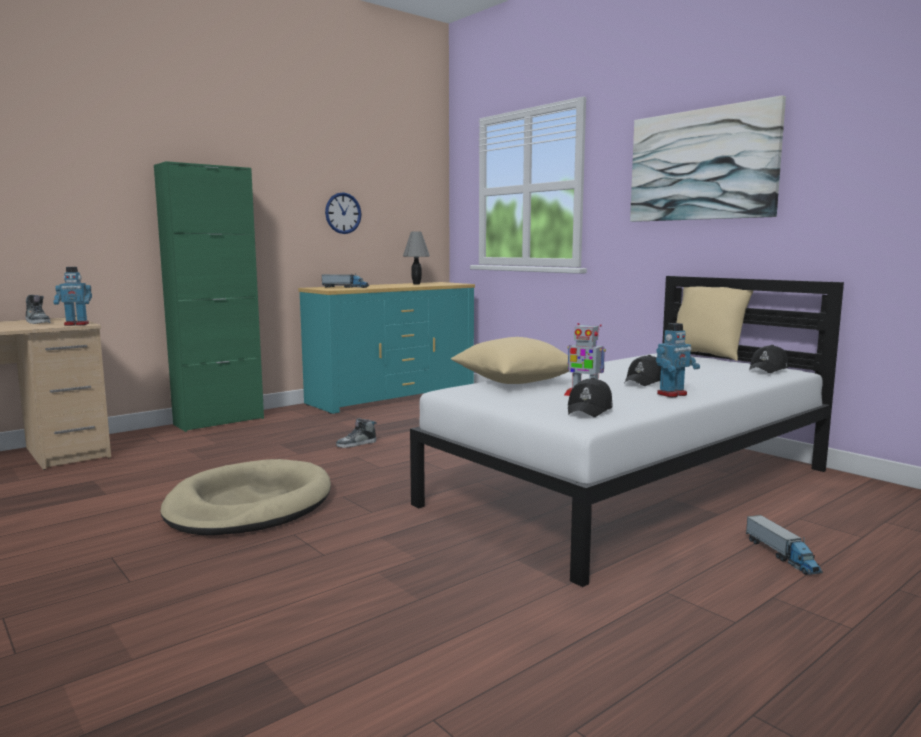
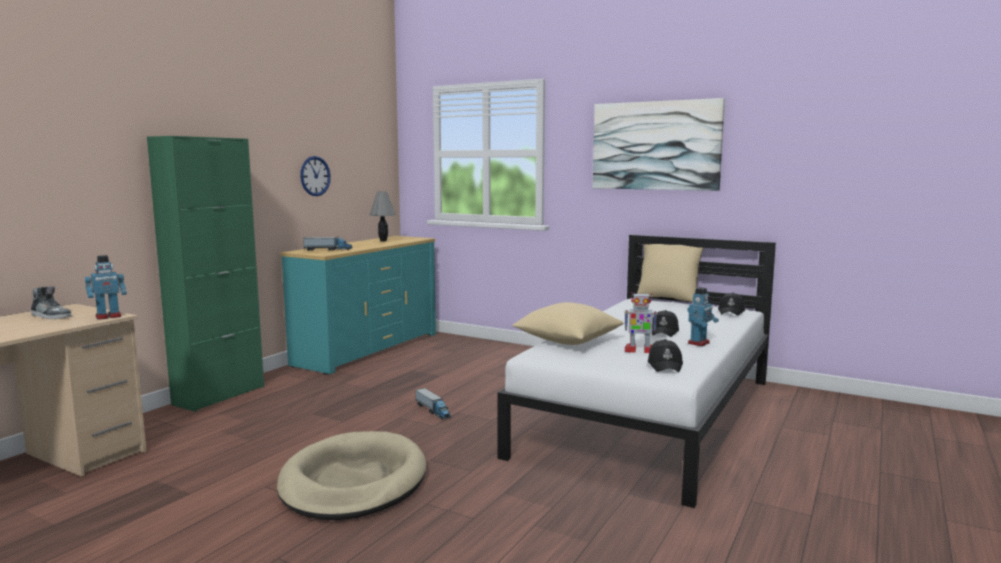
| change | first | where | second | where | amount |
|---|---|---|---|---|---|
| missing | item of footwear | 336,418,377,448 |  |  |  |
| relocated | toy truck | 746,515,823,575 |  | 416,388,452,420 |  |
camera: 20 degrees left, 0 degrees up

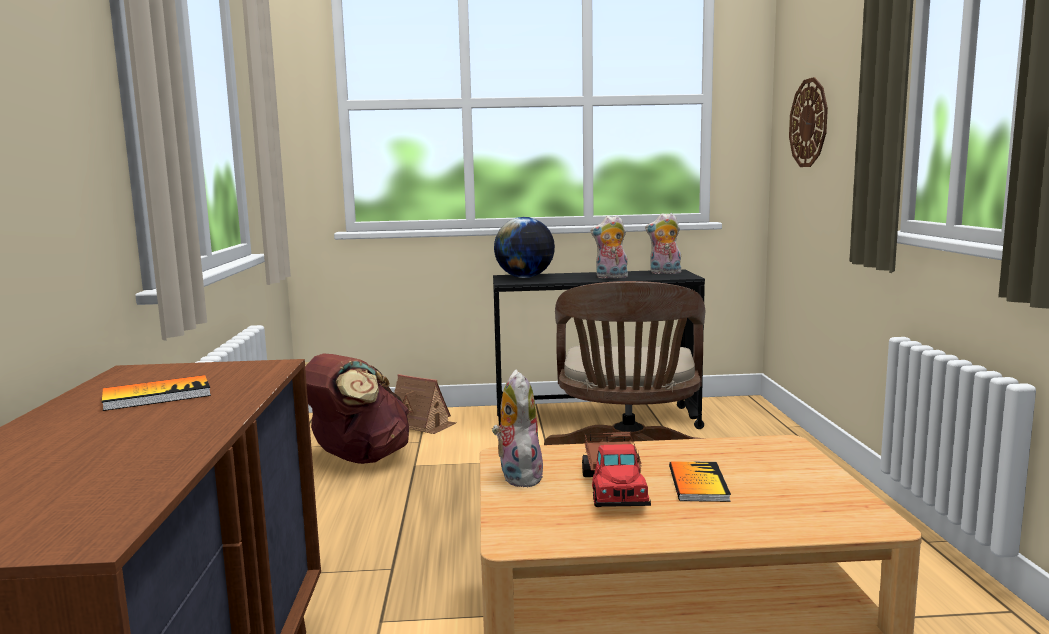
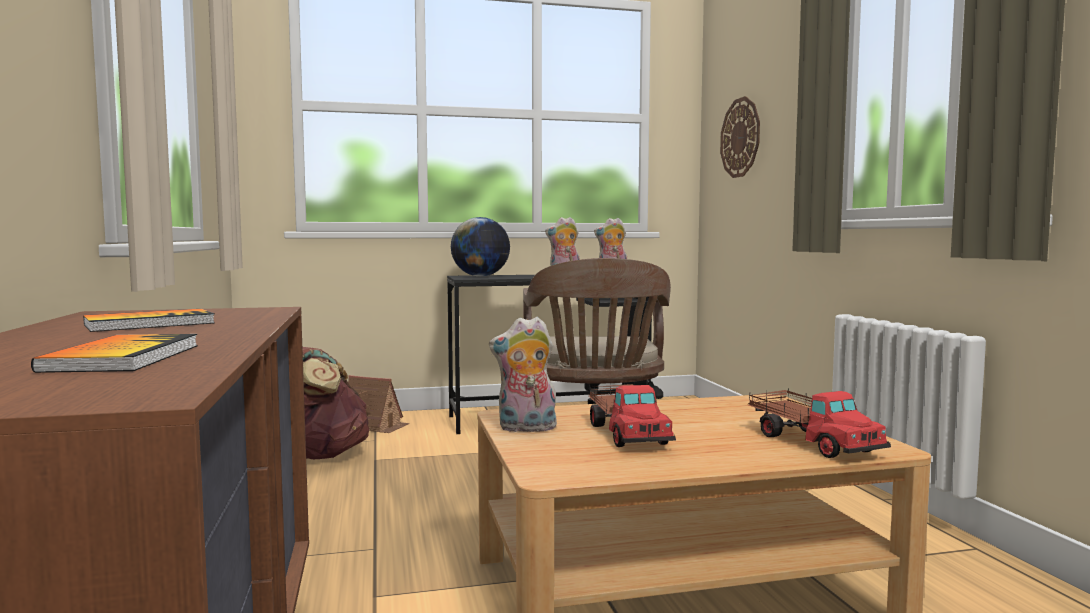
| change | first | where | second | where | amount |
|---|---|---|---|---|---|
| appeared |  |  | toy truck | 748,388,891,458 |  |
| relocated | bound book | 669,461,731,502 |  | 31,334,198,373 |  |
| spun | soft toy | 492,369,543,487 |  | 489,317,557,432 | 75 degrees counterclockwise |
camera: 10 degrees left, 5 degrees down

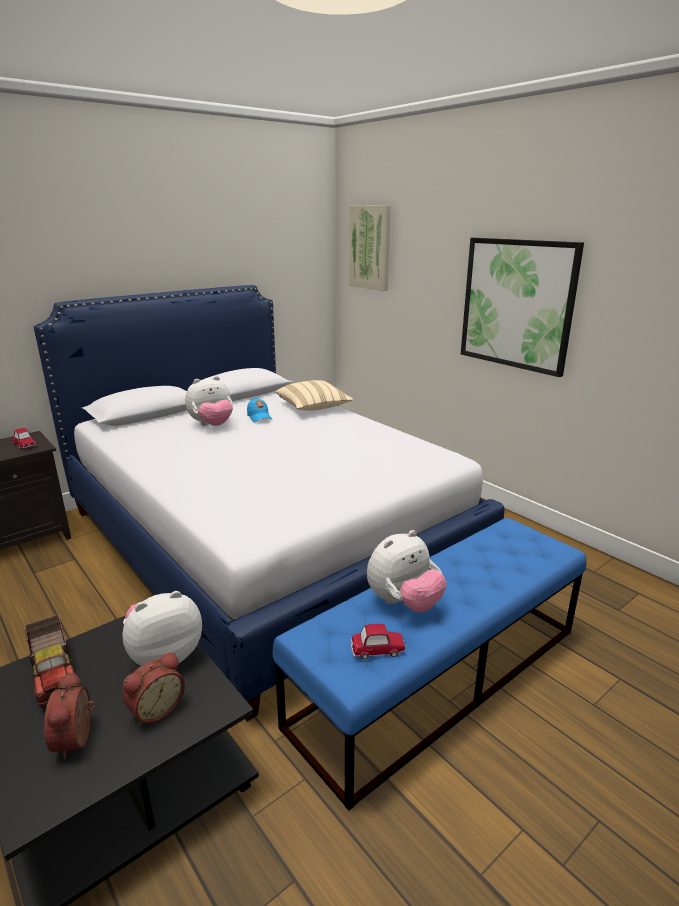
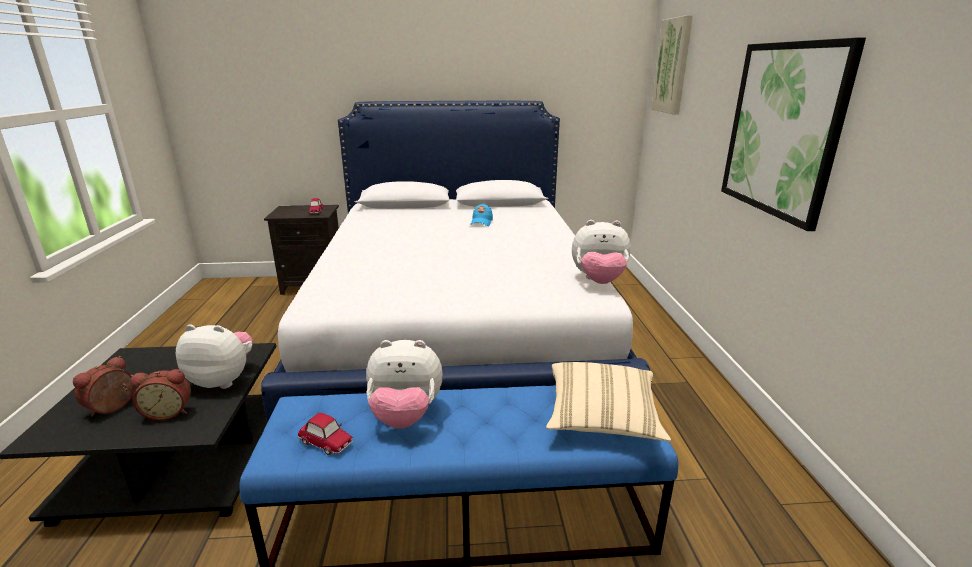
| change | first | where | second | where | amount |
|---|---|---|---|---|---|
| missing | toy truck | 24,615,78,707 |  |  |  |
| relocated | soft toy | 185,376,233,426 |  | 572,220,631,284 |  |
| relocated | beige throw pillow | 275,380,354,411 |  | 546,362,671,442 |  |
camera: 35 degrees right, 0 degrees up

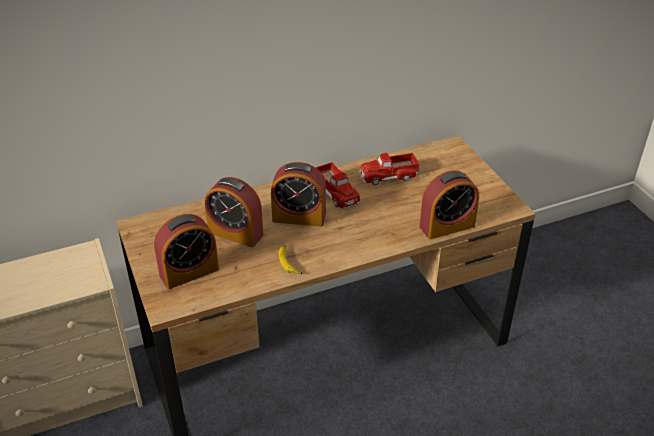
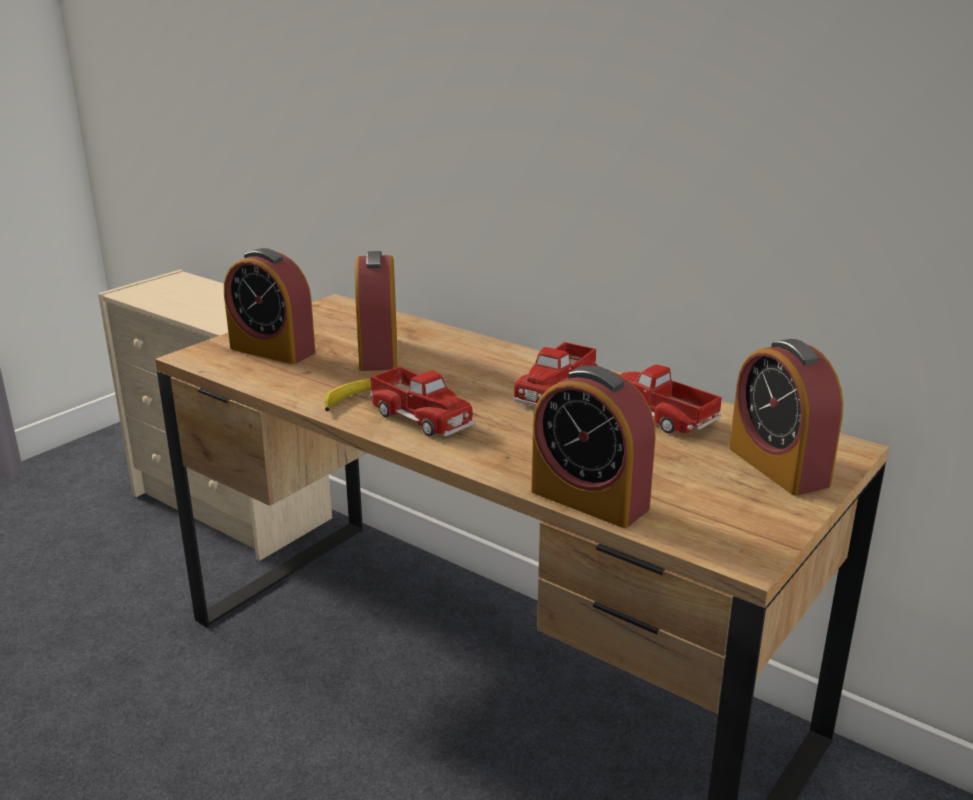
| change | first | where | second | where | amount |
|---|---|---|---|---|---|
| appeared |  |  | toy truck | 370,366,476,436 |  |
| relocated | alarm clock | 271,162,326,226 |  | 729,339,843,495 |  |
camera: 60 degrees right, 15 degrees down

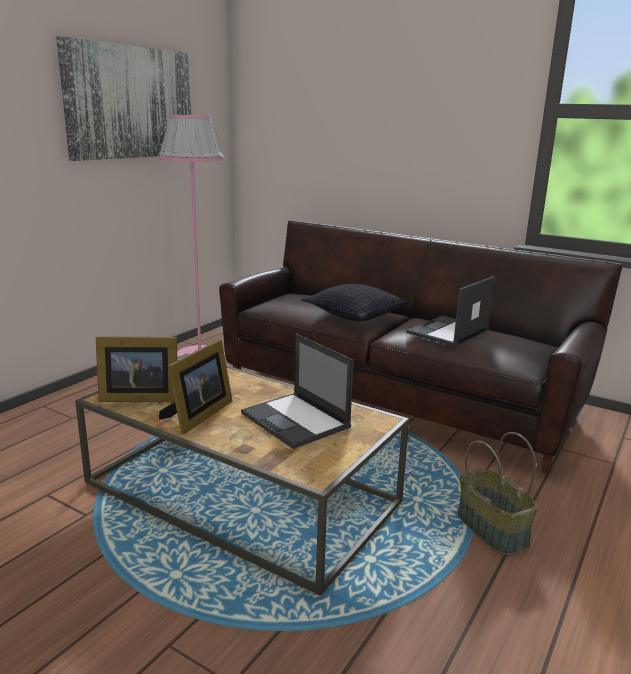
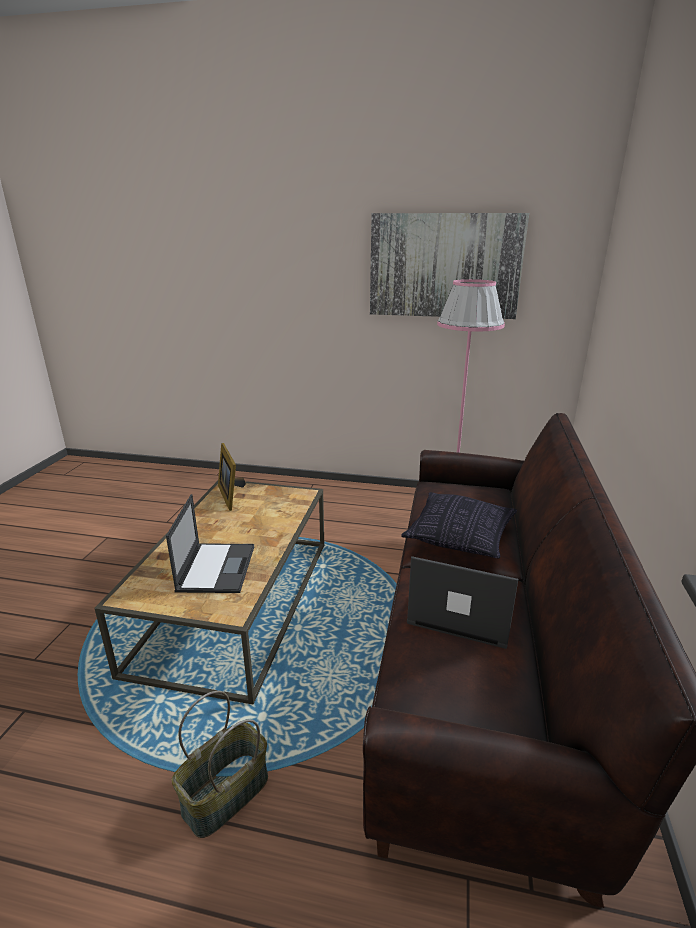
| change | first | where | second | where | amount |
|---|---|---|---|---|---|
| missing | photo frame | 159,339,233,434 |  |  |  |
| spun | notebook computer | 241,334,354,449 |  | 166,494,254,593 | 150 degrees clockwise |
camera: 70 degrees right, 5 degrees up

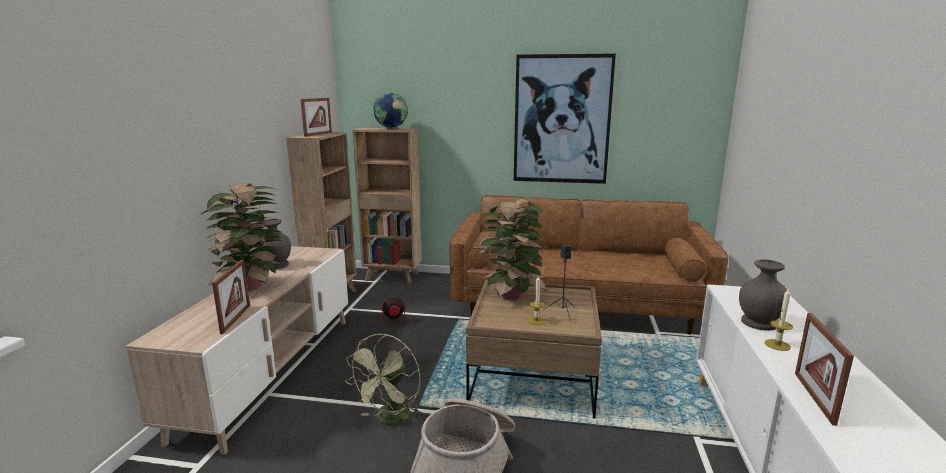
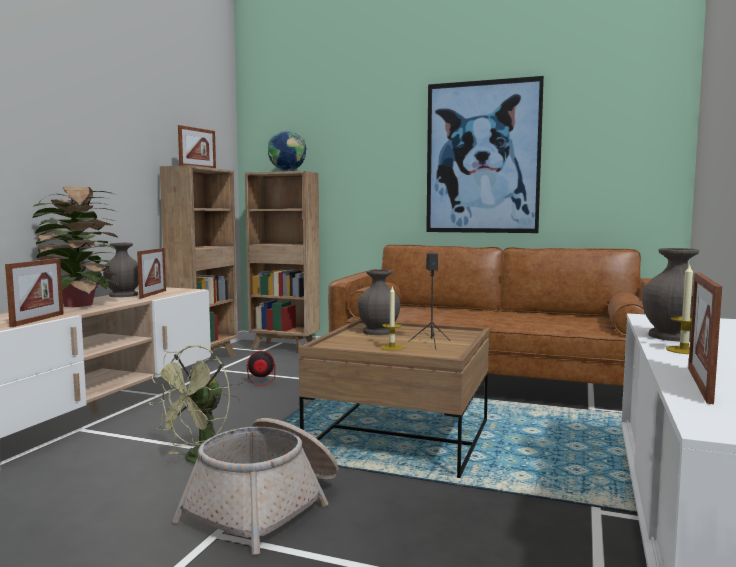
| change | first | where | second | where | amount |
|---|---|---|---|---|---|
| appeared |  |  | photo frame | 137,248,166,298 |  |
| exchanged | potted plant | 477,199,548,301 | gray vase | 358,270,400,335 |  |
camera: 10 degrees right, 10 degrees down

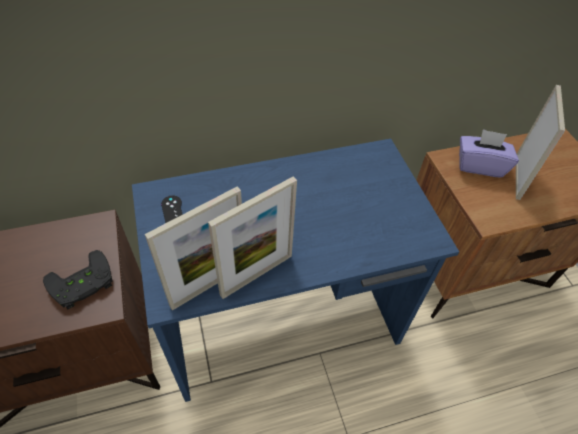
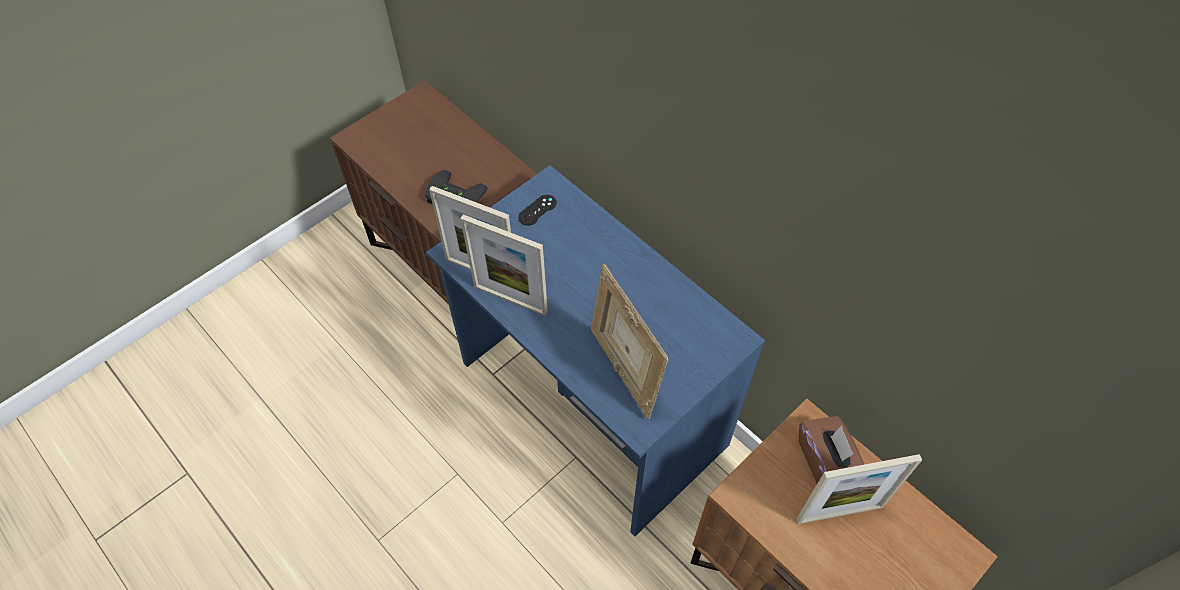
| change | first | where | second | where | amount |
|---|---|---|---|---|---|
| appeared |  |  | photo frame | 591,264,668,419 |  |
| colour | purple-coloured box of tissues | 459,129,519,178 | brown box of tissues | 799,416,864,483 |  |
camera: 65 degrees right, 5 degrees up

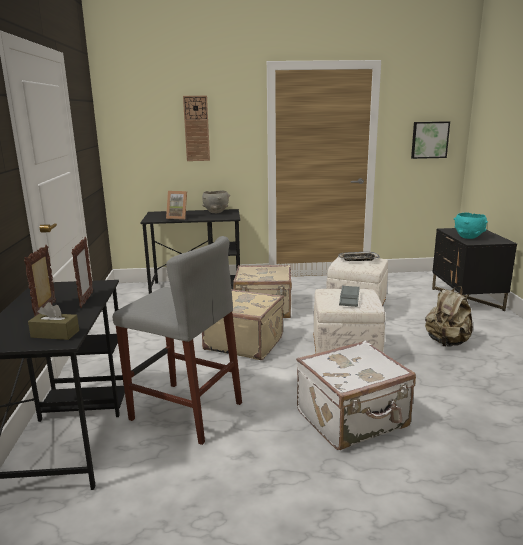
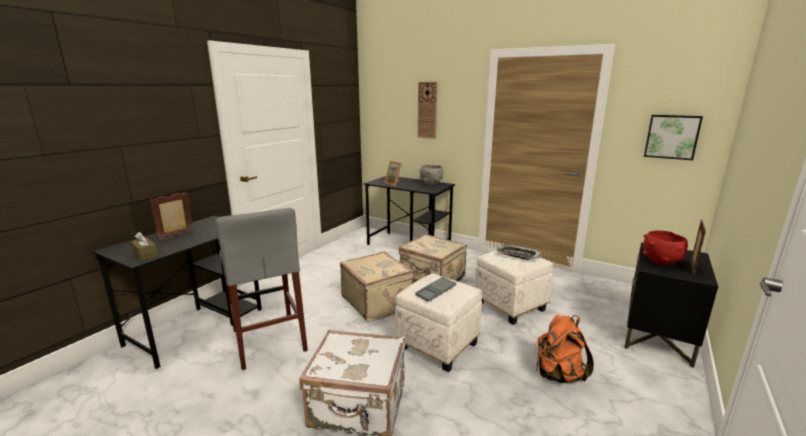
| change | first | where | second | where | amount |
|---|---|---|---|---|---|
| relocated | photo frame | 72,237,93,308 |  | 691,219,706,275 |  |
| colour | beige backpack | 425,286,473,347 | orange backpack | 536,314,594,383 |  |
| colour | turquoise-coloured bowl | 454,213,488,239 | red bowl | 643,231,688,265 |  |
camera: 35 degrees right, 0 degrees up

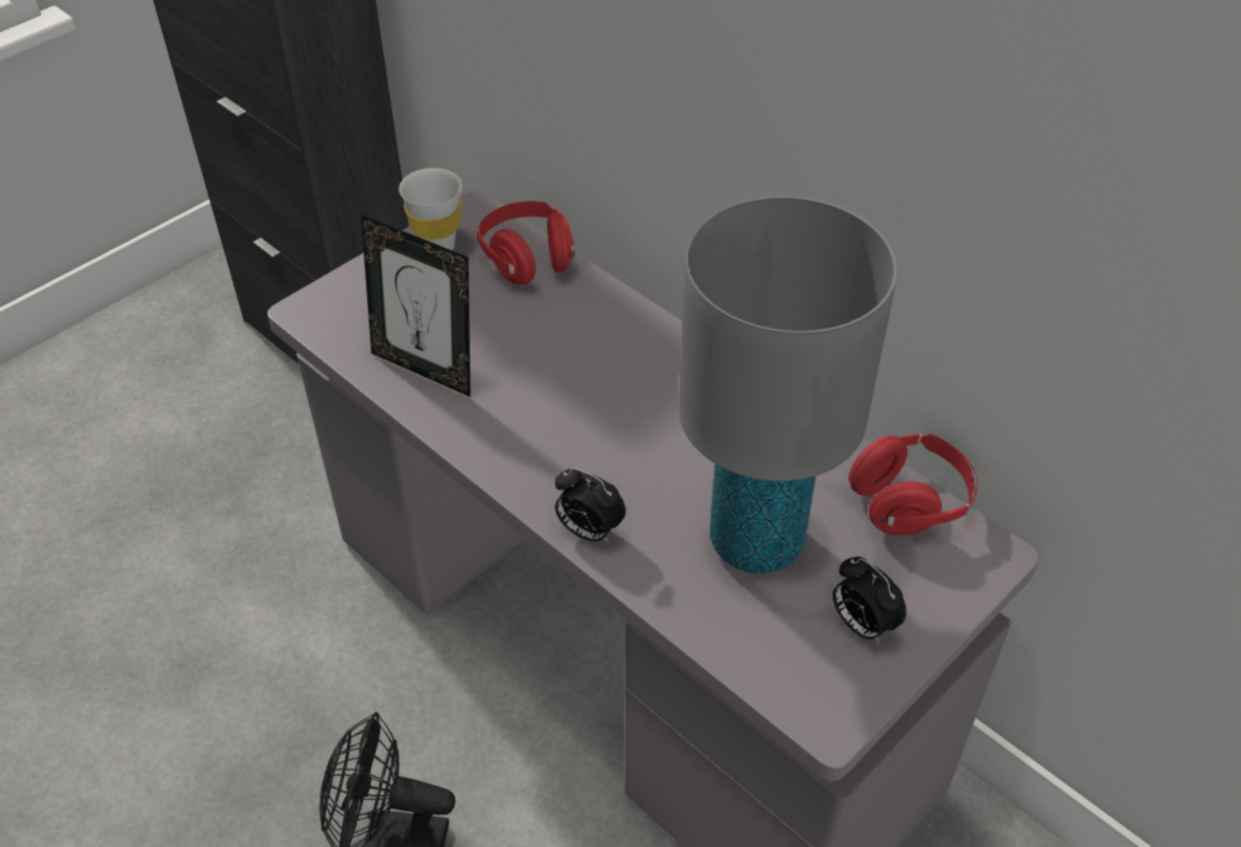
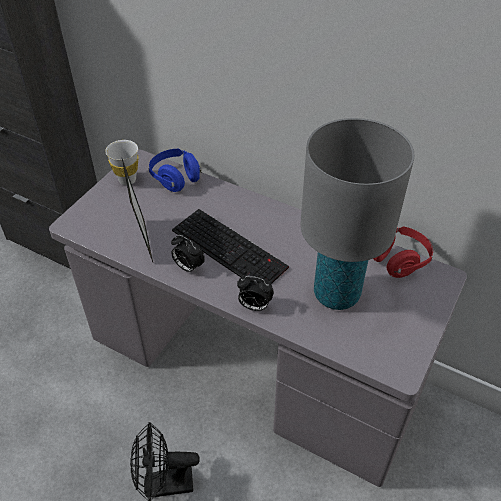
| change | first | where | second | where | amount |
|---|---|---|---|---|---|
| appeared |  |  | keyboard | 172,209,289,284 |  |
| relocated | alarm clock | 833,557,906,644 |  | 171,235,205,274 |  |
| colour | red headphones | 477,201,575,285 | blue headphones | 149,149,202,192 |  |
| spun | photo frame | 361,215,470,397 |  | 122,159,153,262 | 120 degrees counterclockwise |
camera: 15 degrees left, 0 degrees up

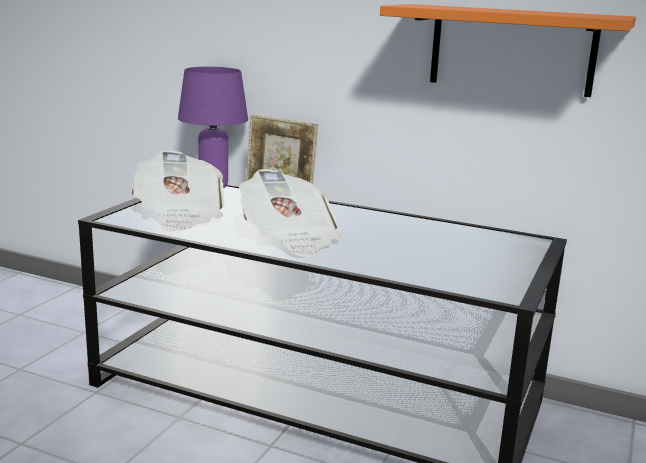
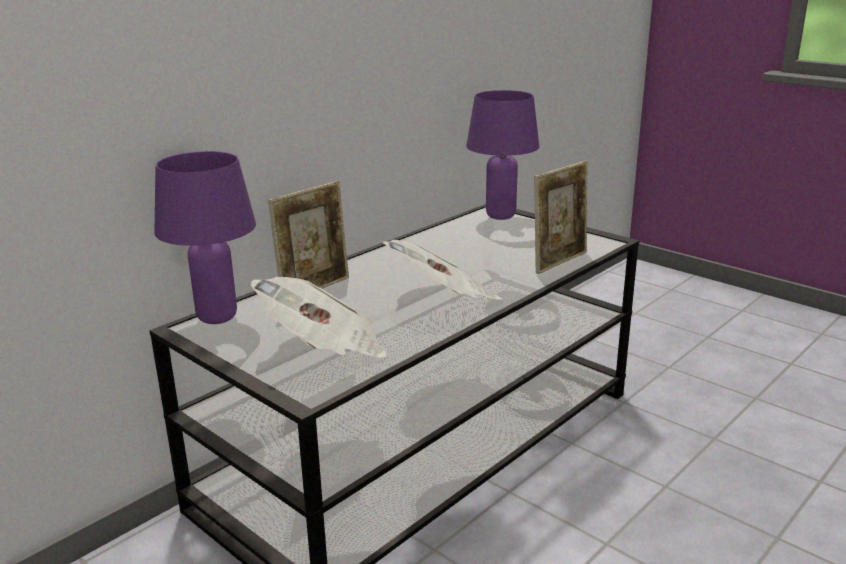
| change | first | where | second | where | amount |
|---|---|---|---|---|---|
| missing | orange bracket shelf | 380,4,636,97 |  |  |  |
| appeared |  |  | purple-coloured tabletop lamp | 466,90,539,220 |  |
| appeared |  |  | photo frame | 534,161,588,274 |  |
camera: 70 degrees left, 5 degrees up

